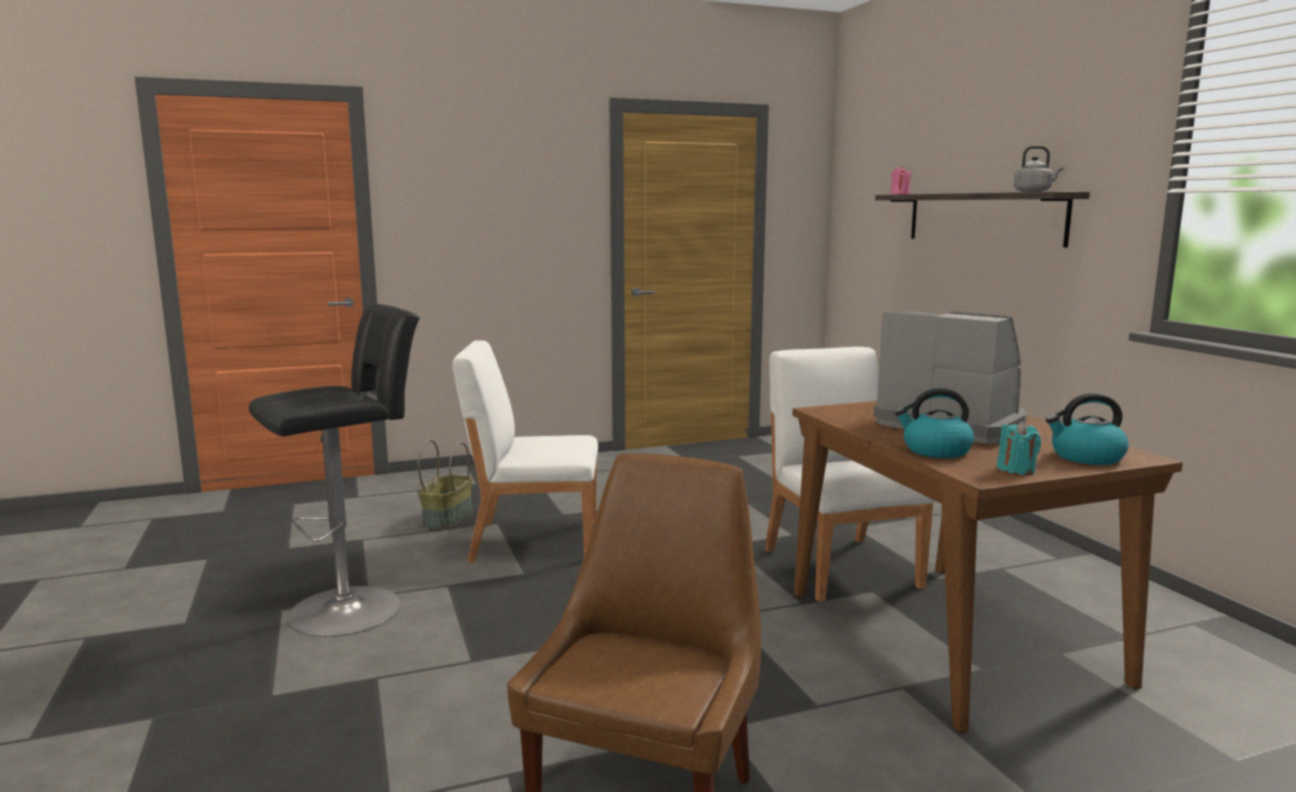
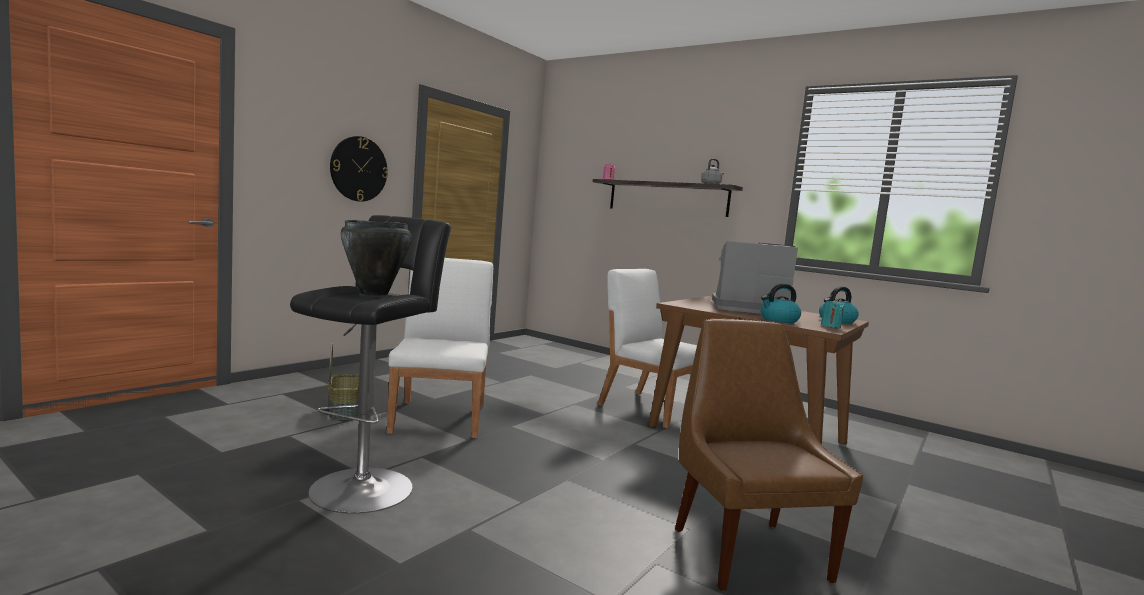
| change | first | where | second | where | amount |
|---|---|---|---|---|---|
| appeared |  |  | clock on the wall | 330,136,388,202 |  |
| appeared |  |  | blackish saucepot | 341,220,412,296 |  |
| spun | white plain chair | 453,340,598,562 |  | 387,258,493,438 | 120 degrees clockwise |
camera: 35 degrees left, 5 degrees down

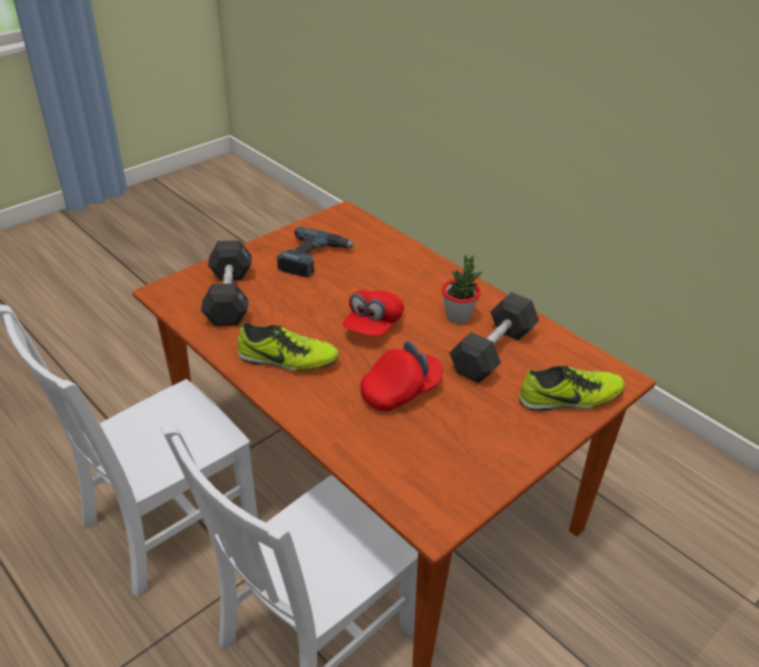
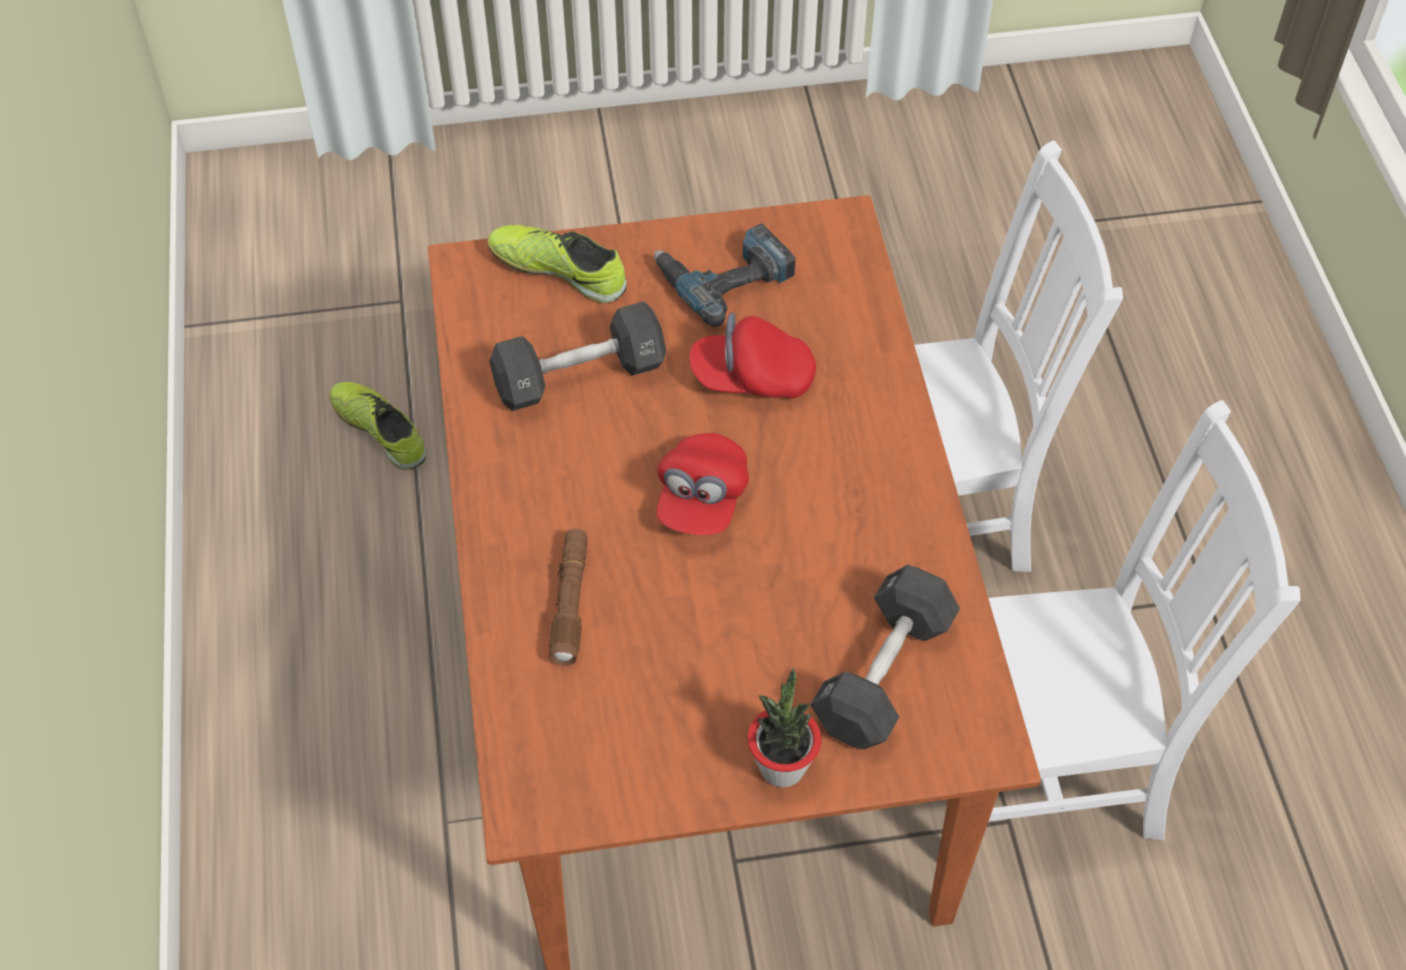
| change | first | where | second | where | amount |
|---|---|---|---|---|---|
| appeared |  |  | brown torch | 549,529,588,666 |  |
| relocated | item of footwear | 238,322,339,372 |  | 329,382,427,470 |  |
| relocated | electric drill | 277,227,355,277 |  | 654,223,796,327 |  |
| relocated | potted plant | 442,256,482,324 |  | 747,668,822,787 |  |
| spun | red baseball cap | 343,290,404,336 |  | 656,433,749,535 | 135 degrees clockwise |
camera: 145 degrees left, 15 degrees up

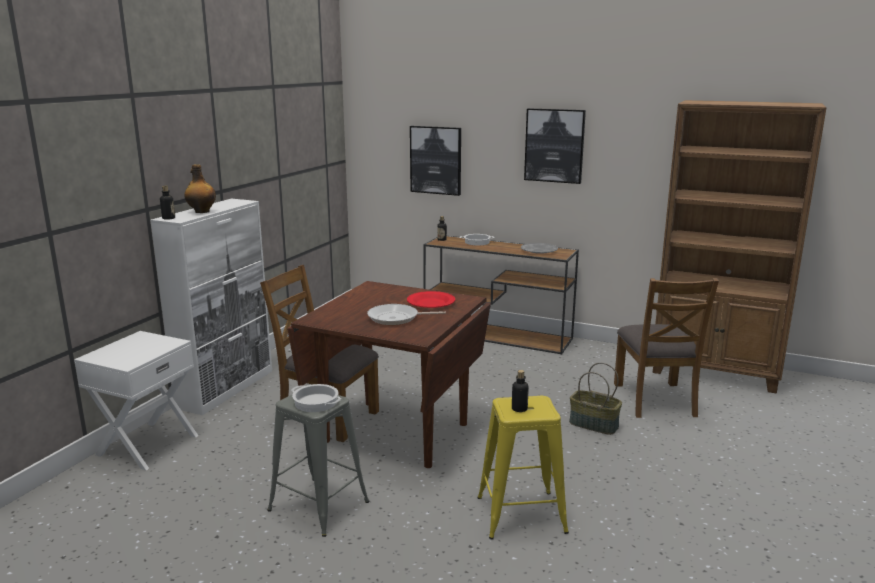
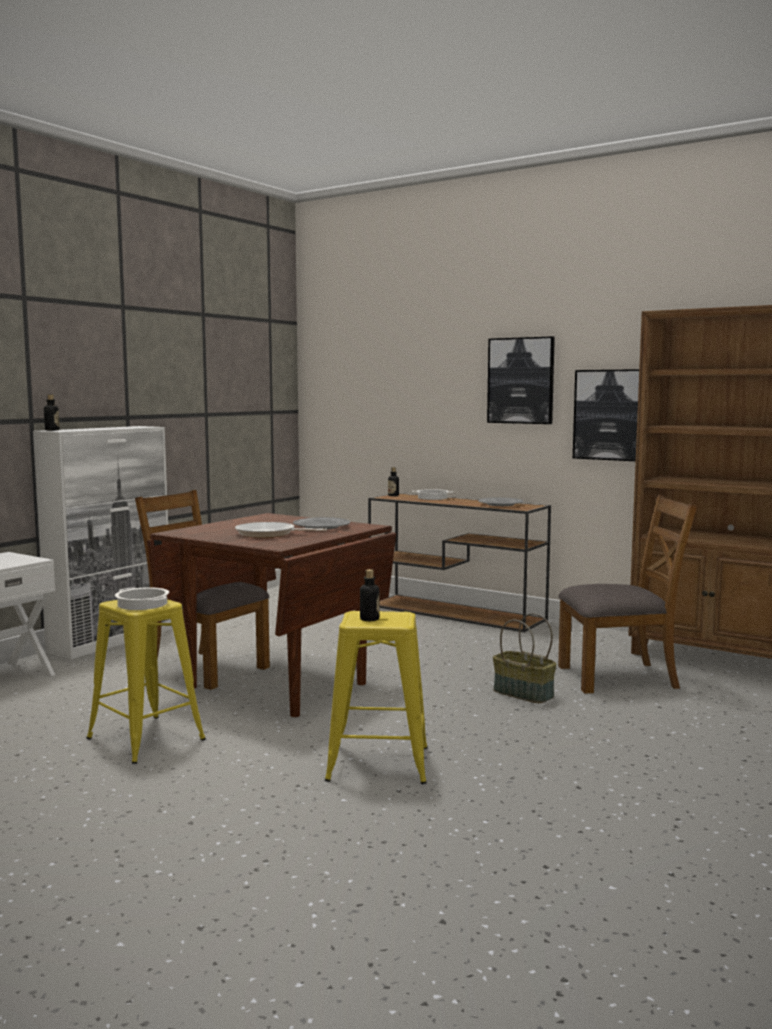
| change | first | where | second | where | amount |
|---|---|---|---|---|---|
| missing | bottle | 184,164,216,213 |  |  |  |
| relocated | wall picture | 410,126,461,196 |  | 573,369,639,461 |  |
| colour | gray sitting stool | 267,394,369,537 | yellow sitting stool | 87,599,206,764 |  |
| colour | red flat dish | 407,291,455,308 | gray flat dish | 293,517,350,529 |  |
| spun | brown plain chair | 614,278,719,418 |  | 558,495,697,693 | 105 degrees counterclockwise |
camera: 10 degrees right, 10 degrees down

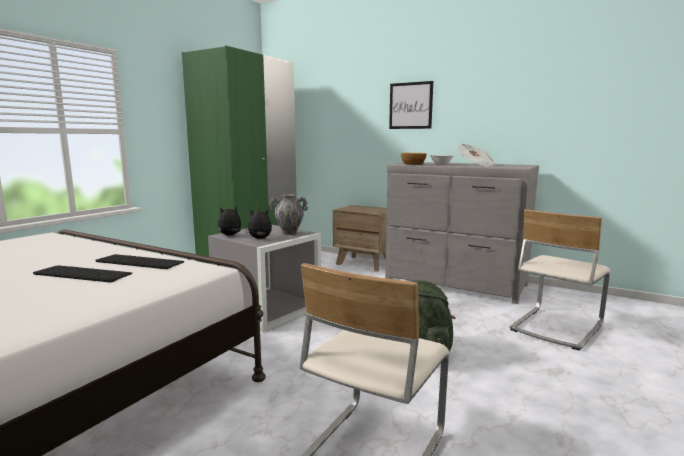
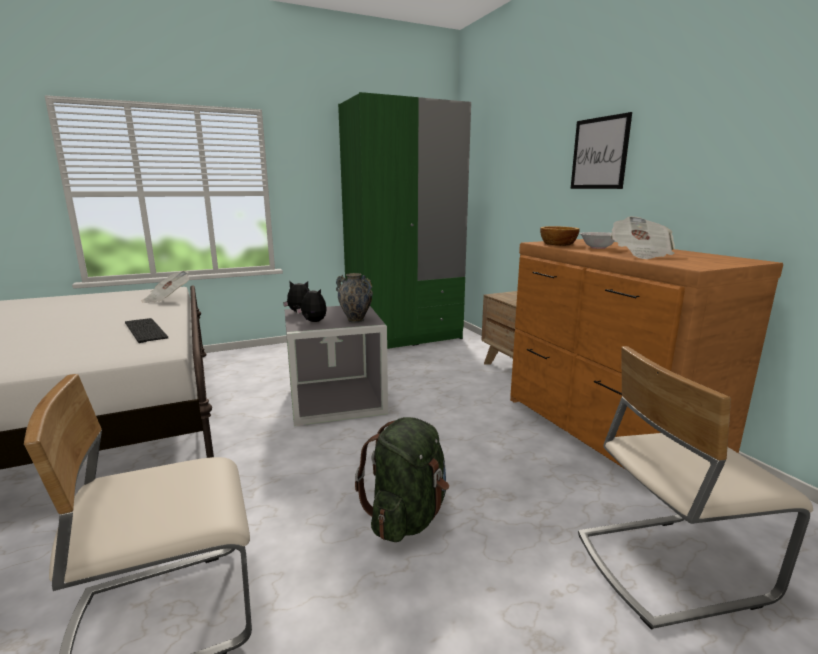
| change | first | where | second | where | amount |
|---|---|---|---|---|---|
| missing | keyboard | 33,265,132,282 |  |  |  |
| appeared |  |  | newspaper | 142,271,189,303 |  |
| colour | gray drawer chest | 385,162,539,304 | brown drawer chest | 510,239,783,469 |  |
camera: 35 degrees right, 5 degrees up

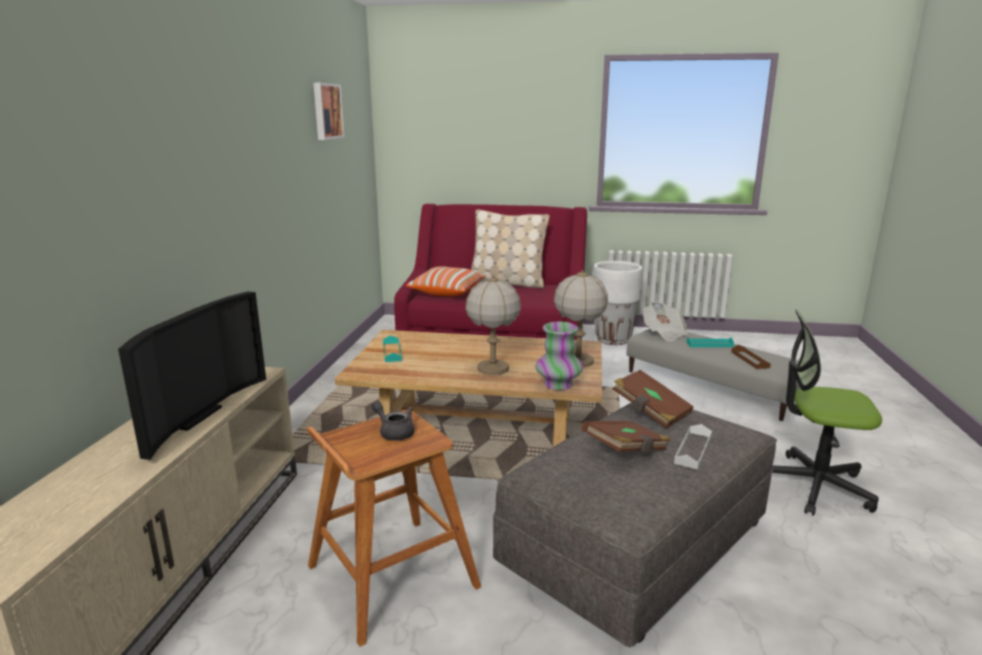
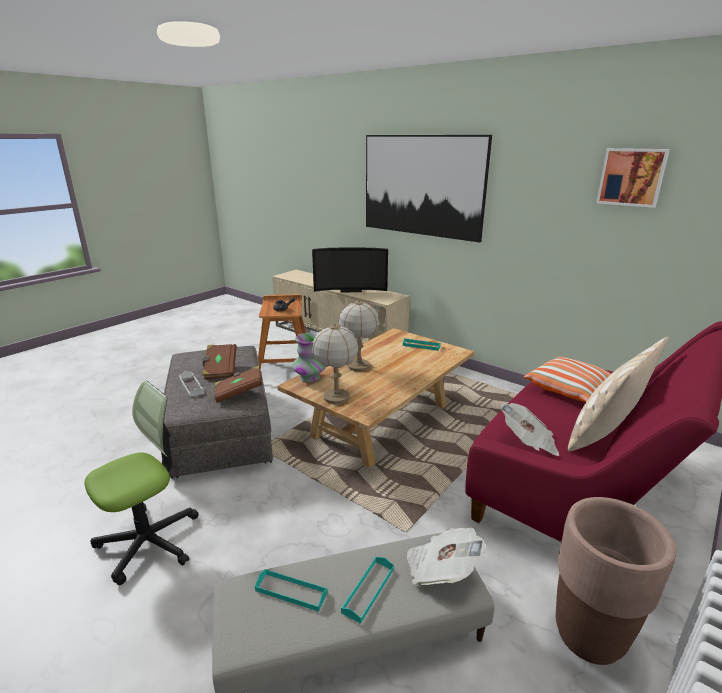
| change | first | where | second | where | amount |
|---|---|---|---|---|---|
| appeared |  |  | wall picture | 366,135,492,242 |  |
| appeared |  |  | newspaper | 500,403,559,456 |  |
| colour | white flower pot | 593,261,643,345 | brown flower pot | 556,497,676,665 |  |
| colour | brown carrying tray | 731,345,771,369 | turquoise-coloured carrying tray | 255,569,328,612 |  |
| spun | TV | 118,292,266,460 |  | 312,248,388,292 | 45 degrees counterclockwise |
camera: 120 degrees right, 5 degrees up

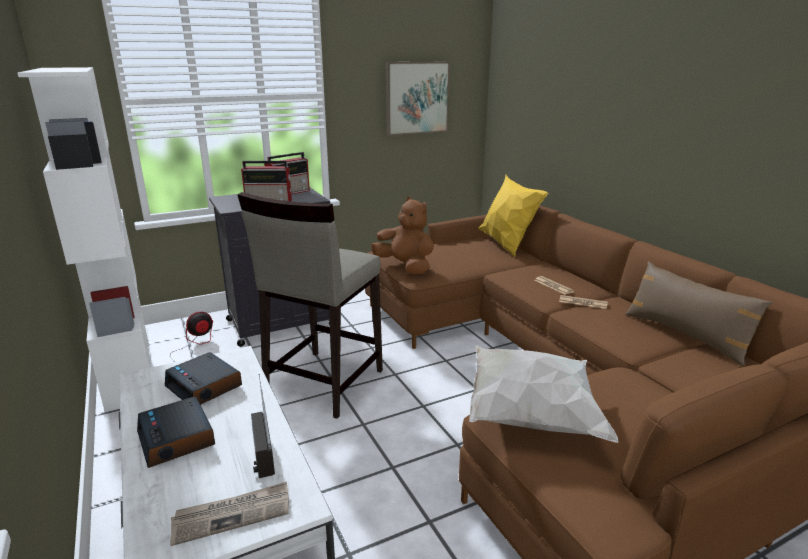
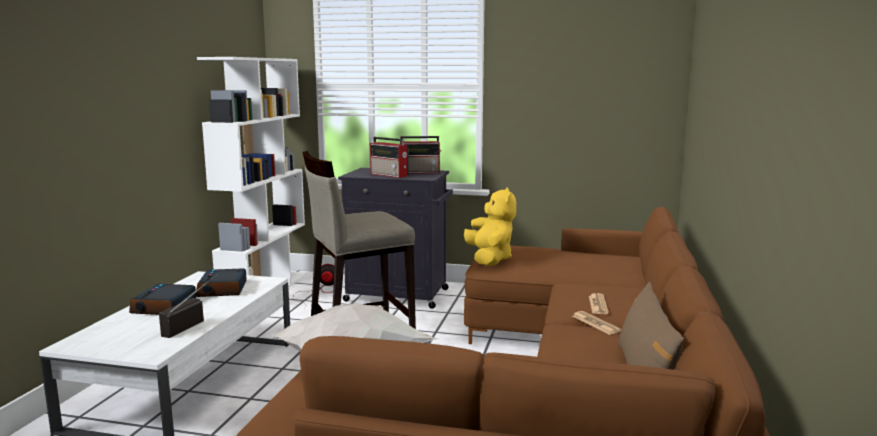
| change | first | where | second | where | amount |
|---|---|---|---|---|---|
| missing | newspaper | 170,482,289,546 |  |  |  |
| missing | wall picture | 386,62,450,136 |  |  |  |
| missing | yellow throw pillow | 478,175,548,257 |  |  |  |
| colour | brown soft toy | 371,197,434,274 | yellow soft toy | 464,187,516,266 |  |
camera: 40 degrees right, 10 degrees down

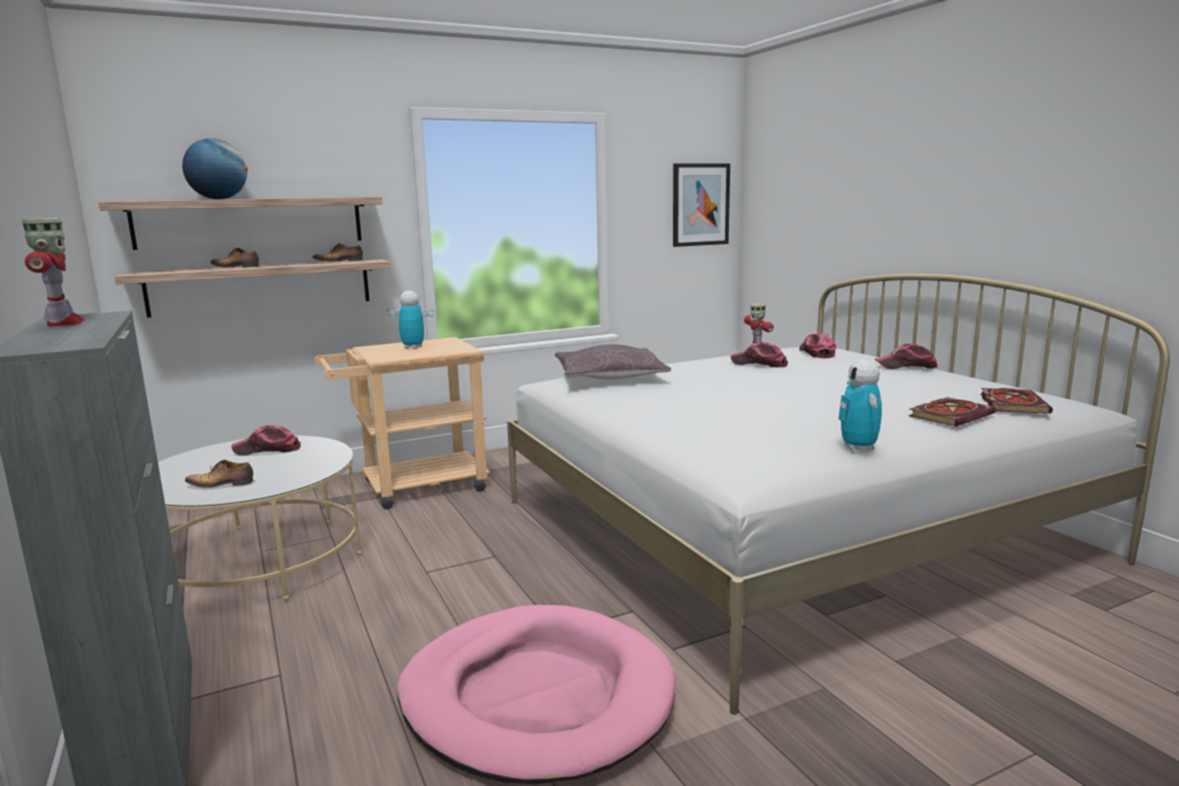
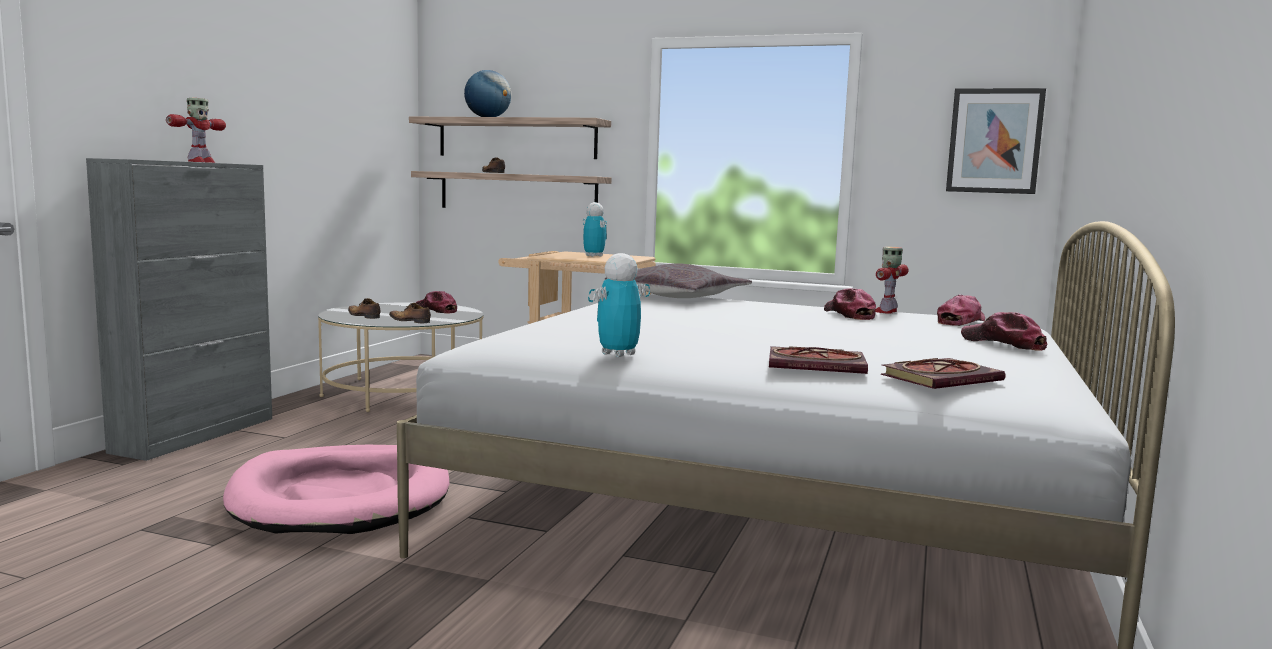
| change | first | where | second | where | amount |
|---|---|---|---|---|---|
| relocated | item of footwear | 312,243,363,262 |  | 389,303,431,323 |  |
camera: 45 degrees right, 5 degrees down

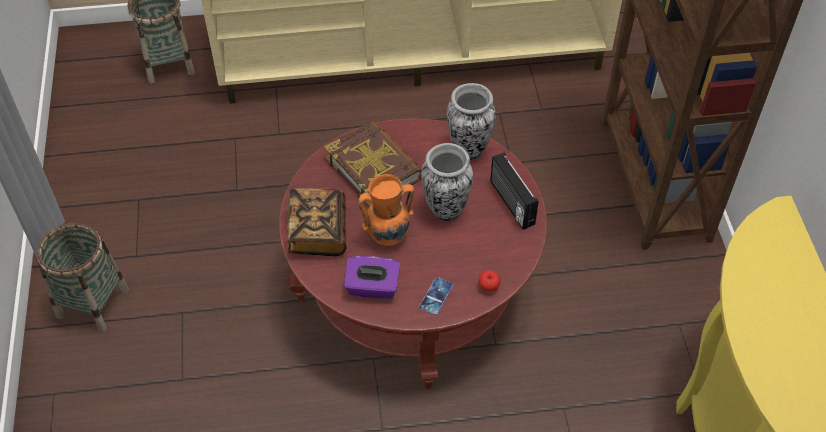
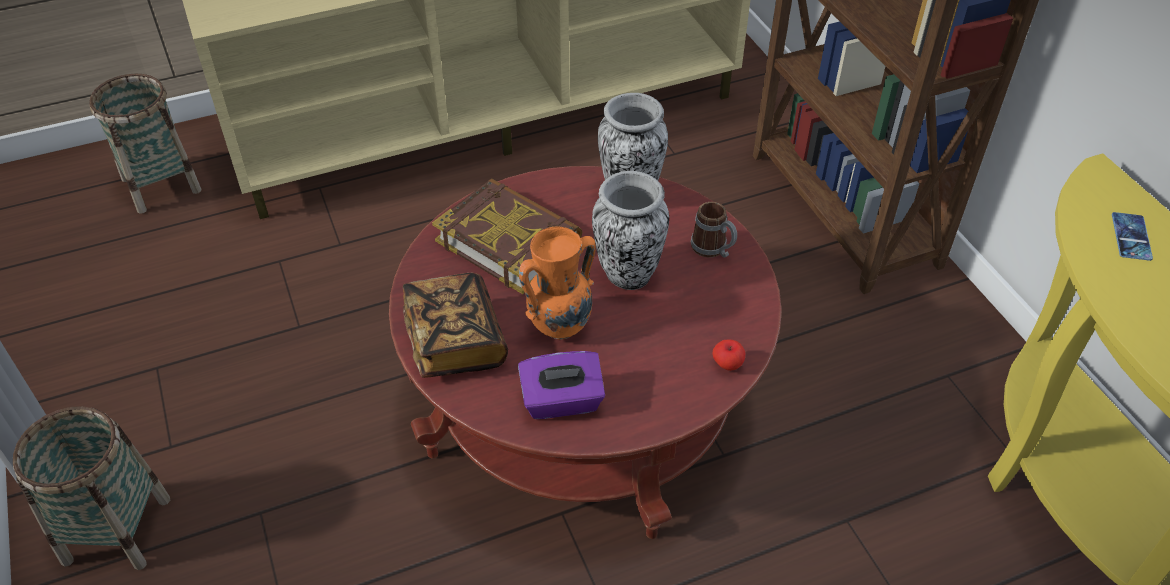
| change | first | where | second | where | amount |
|---|---|---|---|---|---|
| relocated | handset | 419,277,453,315 |  | 1112,212,1153,261 |  |
| exchanged | radio receiver | 490,152,539,230 | mug | 691,202,737,258 |  |
camera: 15 degrees left, 5 degrees down

